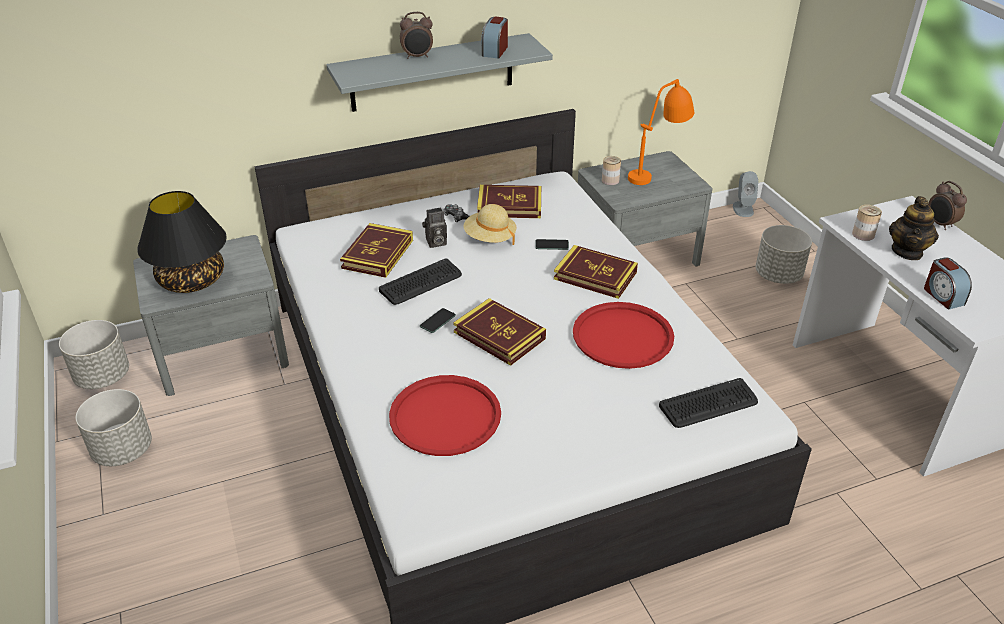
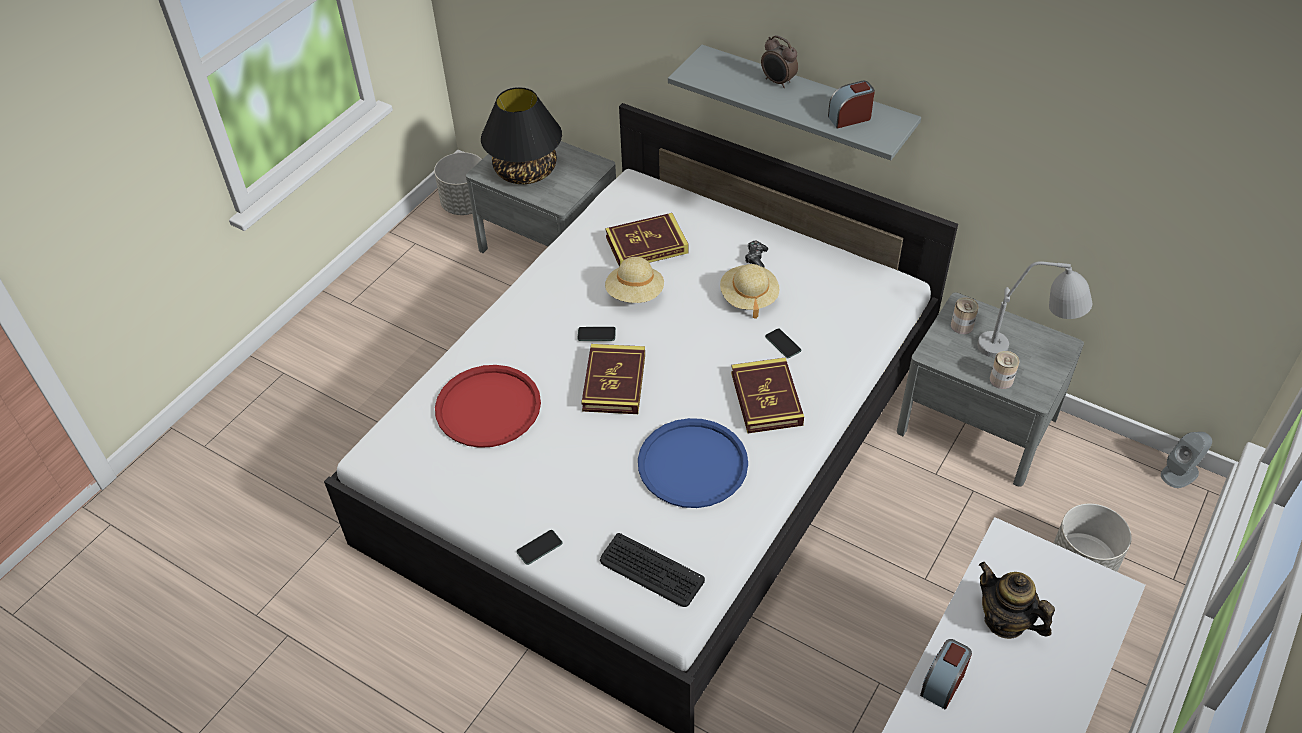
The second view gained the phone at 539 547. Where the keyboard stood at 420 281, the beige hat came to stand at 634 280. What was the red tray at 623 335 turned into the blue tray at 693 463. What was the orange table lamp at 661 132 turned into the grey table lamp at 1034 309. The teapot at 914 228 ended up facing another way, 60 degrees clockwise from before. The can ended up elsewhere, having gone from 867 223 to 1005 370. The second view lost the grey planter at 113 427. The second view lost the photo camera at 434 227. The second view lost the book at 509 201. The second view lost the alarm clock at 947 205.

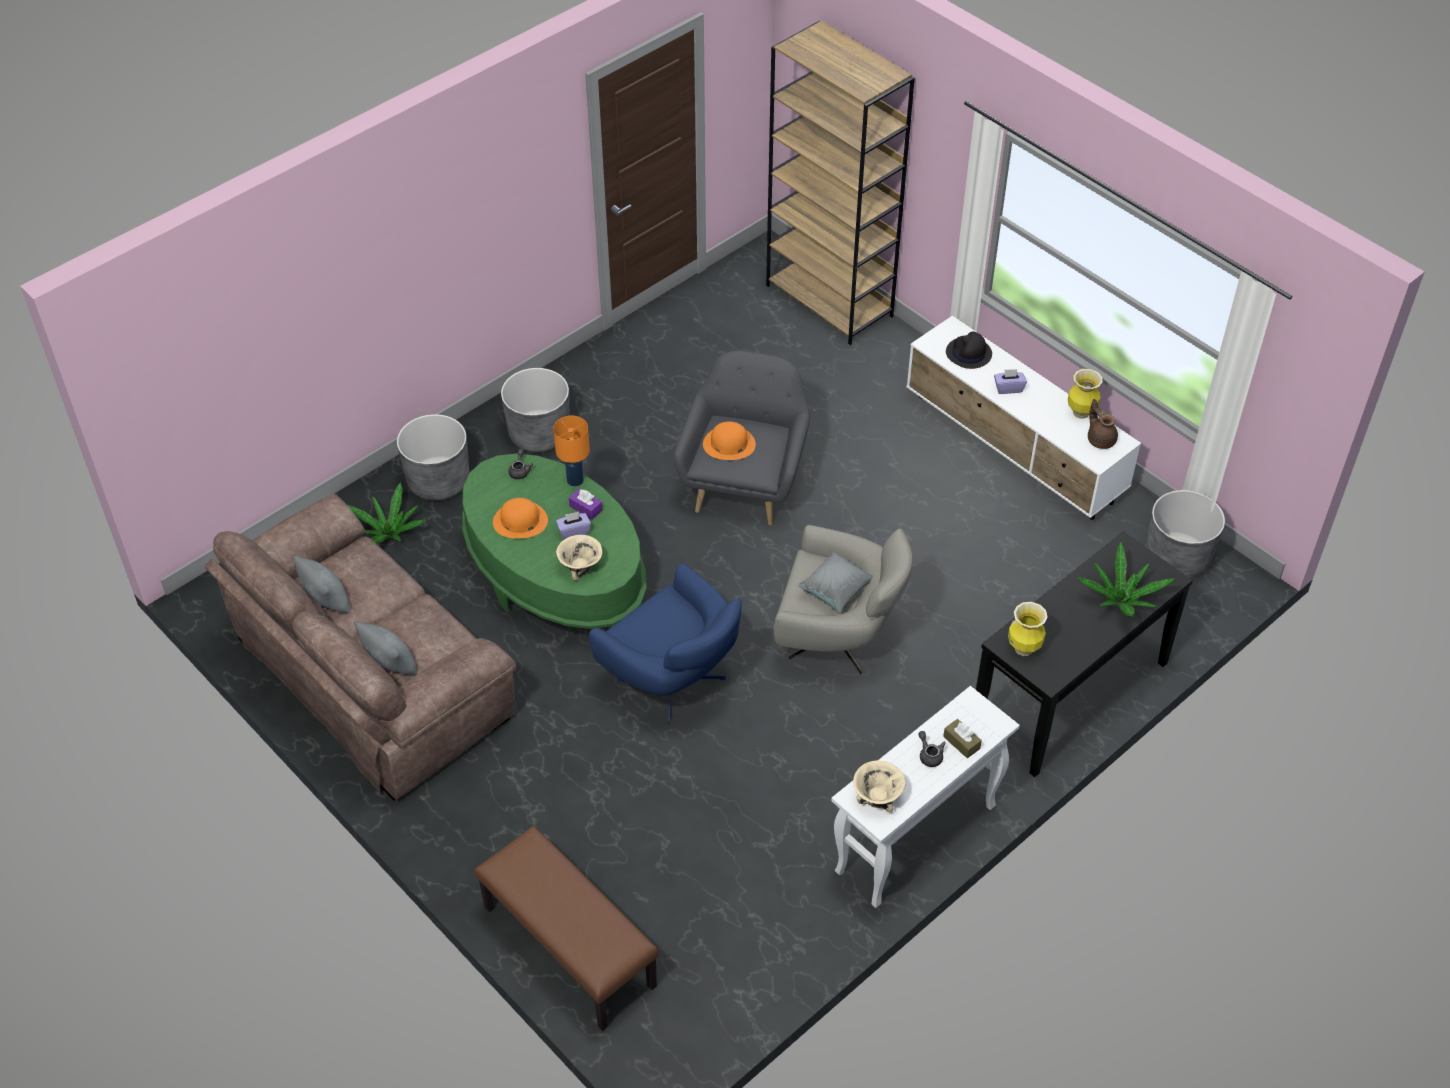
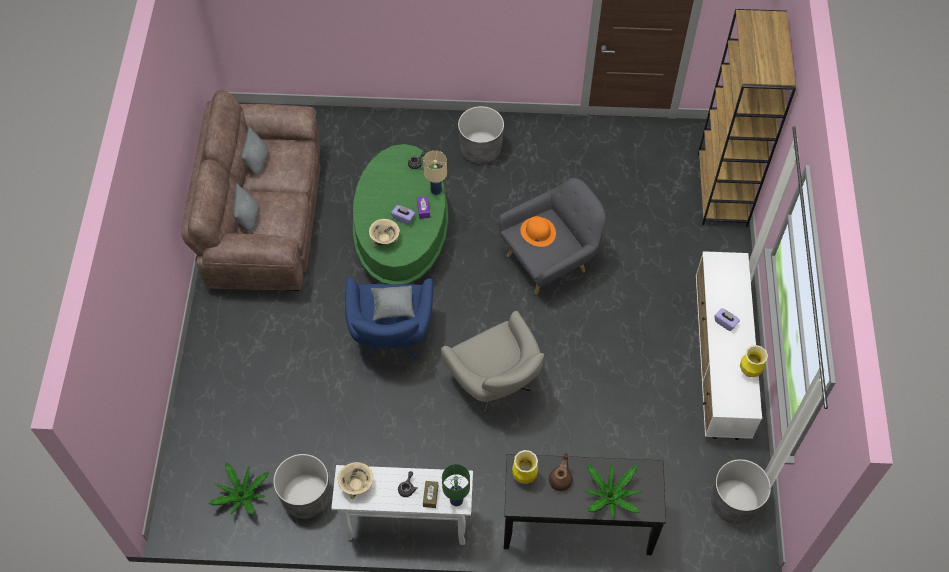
The potted plant ended up elsewhere, having gone from 387 513 to 238 487. The grey planter ended up elsewhere, having gone from 433 457 to 301 486. The grey pillow ended up elsewhere, having gone from 835 583 to 393 303. What was the orange table lamp at 571 451 turned into the beige table lamp at 435 173. The second view gained the green table lamp at 456 485. The brown teapot ended up elsewhere, having gone from 1103 424 to 561 472. The second view lost the brown bench at 566 928. The second view lost the orange hat at 520 518. The second view lost the black hat at 969 350.

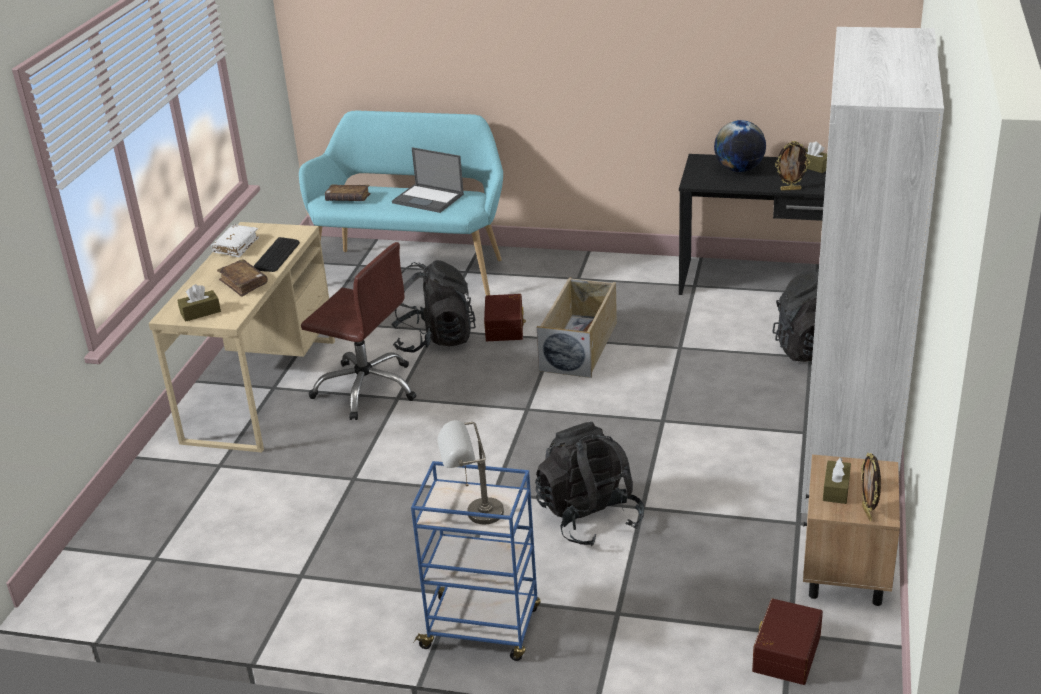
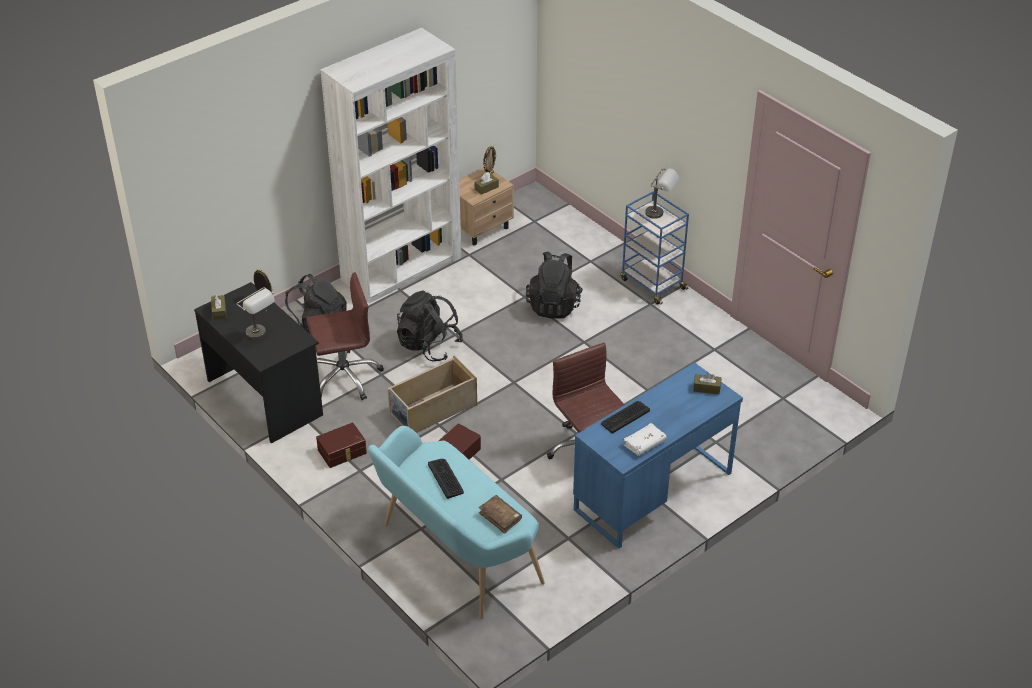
Where the globe stood at 740 146, the grey table lamp came to stand at 256 313. The second view gained the brown office chair at 345 336. The brown storage box ended up elsewhere, having gone from 787 642 to 341 445. The black backpack ended up elsewhere, having gone from 433 306 to 430 325. Where the laptop stood at 428 180, the keyboard came to stand at 446 479. What was the beige desk at 242 337 turned into the blue desk at 658 455. The second view lost the brown book at 242 278.

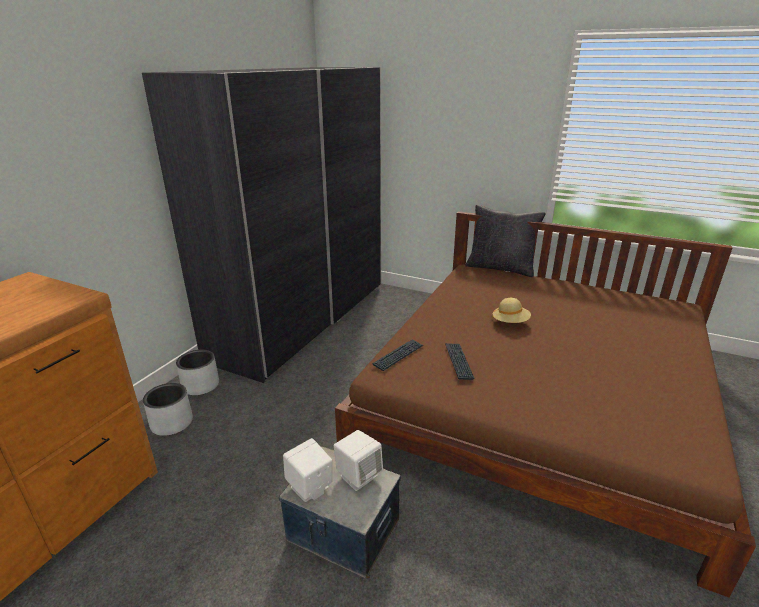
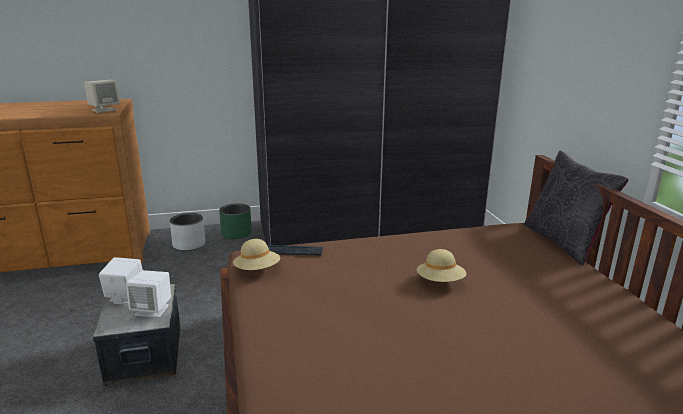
The second view gained the beige speaker at 102 96. What was the grey planter at 197 372 turned into the green planter at 235 221. The second view gained the beige hat at 256 254. The second view lost the keyboard at 459 361.

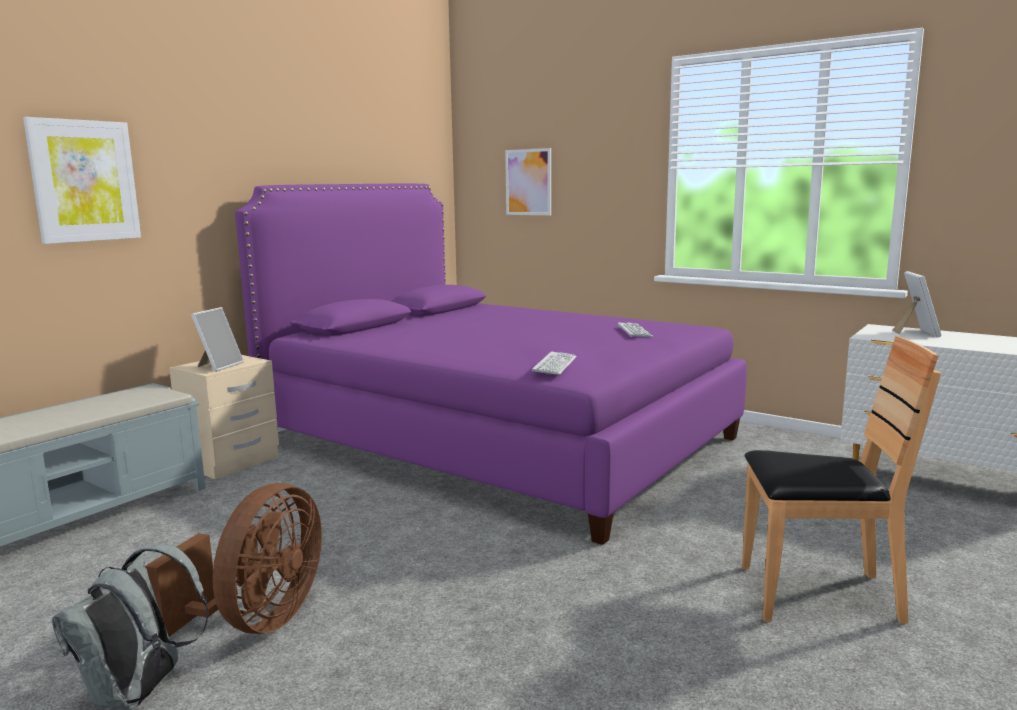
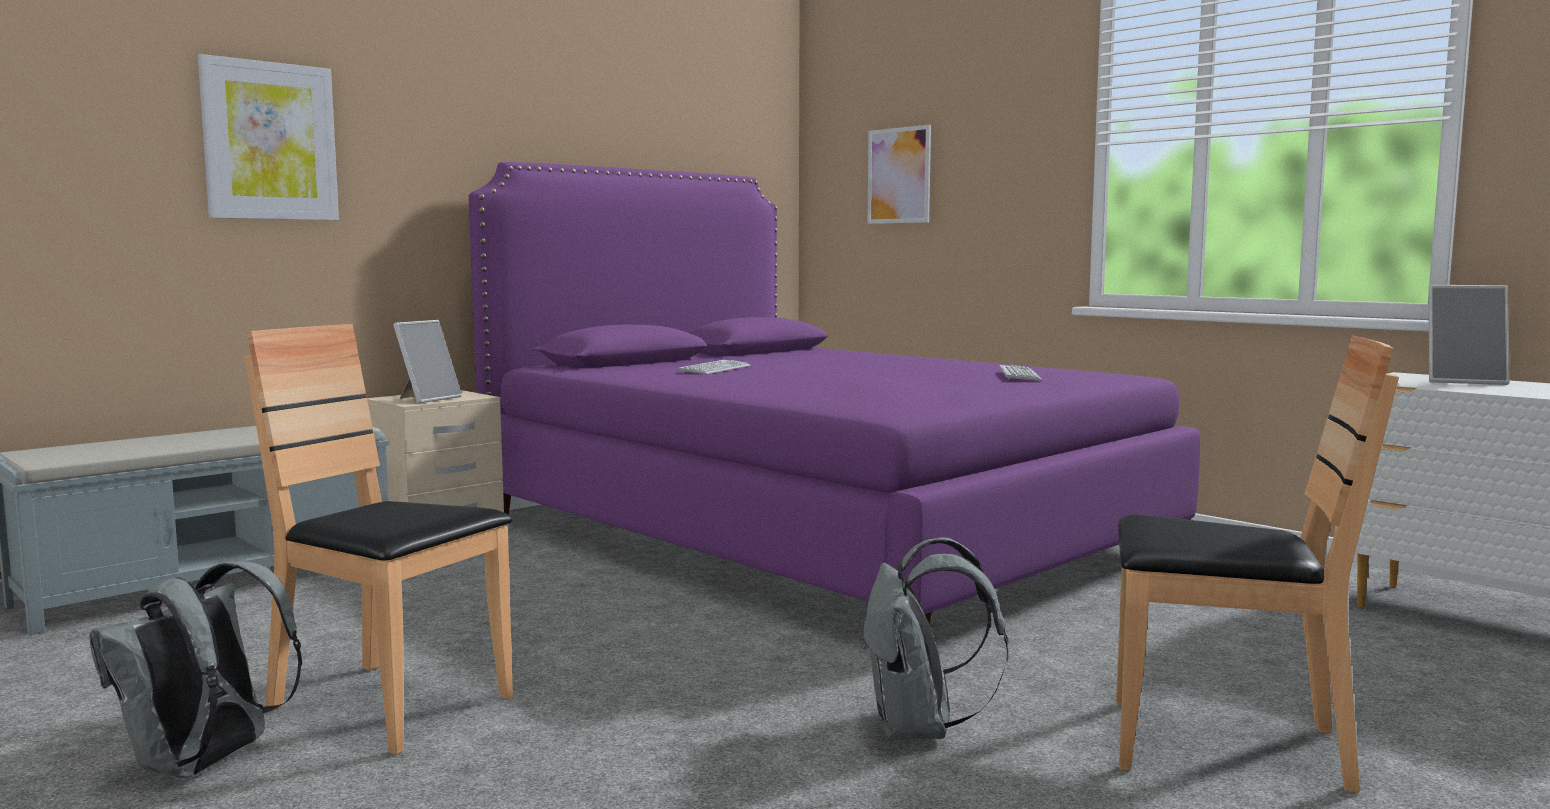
Where the brown fan stood at 233 560, the brown chair came to stand at 379 539. The keyboard ended up elsewhere, having gone from 554 363 to 714 367. The second view gained the grey backpack at 935 638. The picture frame at 916 304 ended up facing another way, 90 degrees clockwise from before.

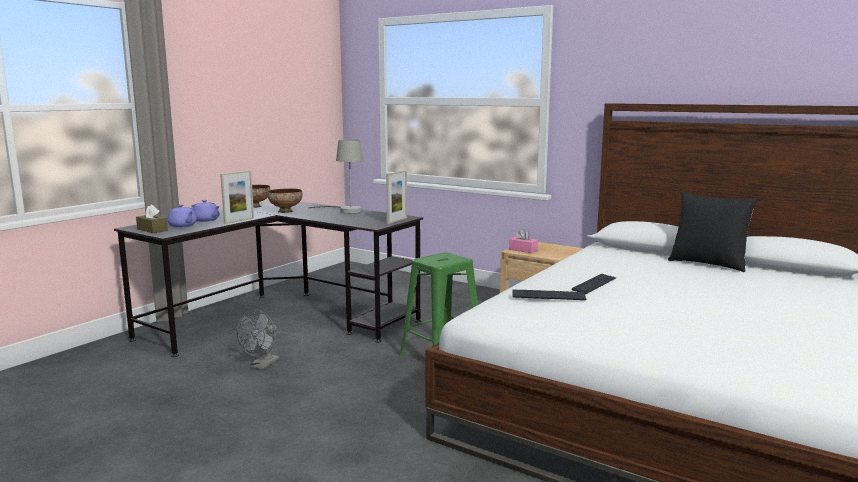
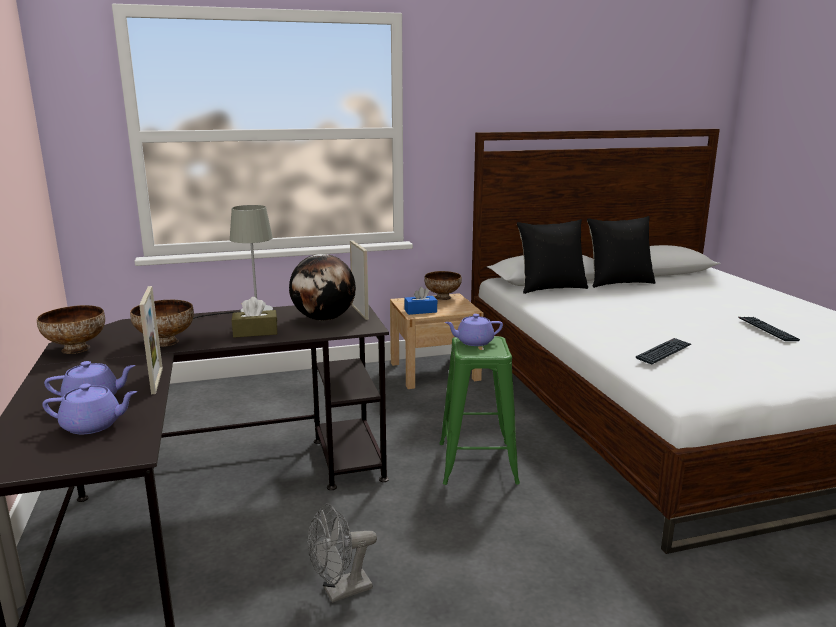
The brown tissue box ended up elsewhere, having gone from 152 219 to 255 317. The second view gained the globe at 322 287. The grey fan at 258 340 ended up facing another way, 90 degrees clockwise from before. What was the pink tissue box at 523 241 turned into the blue tissue box at 420 301. The second view gained the bowl at 443 285. The second view gained the purple teapot at 474 330. The second view gained the black pillow at 552 256. The keyboard ended up elsewhere, having gone from 594 284 to 769 329.

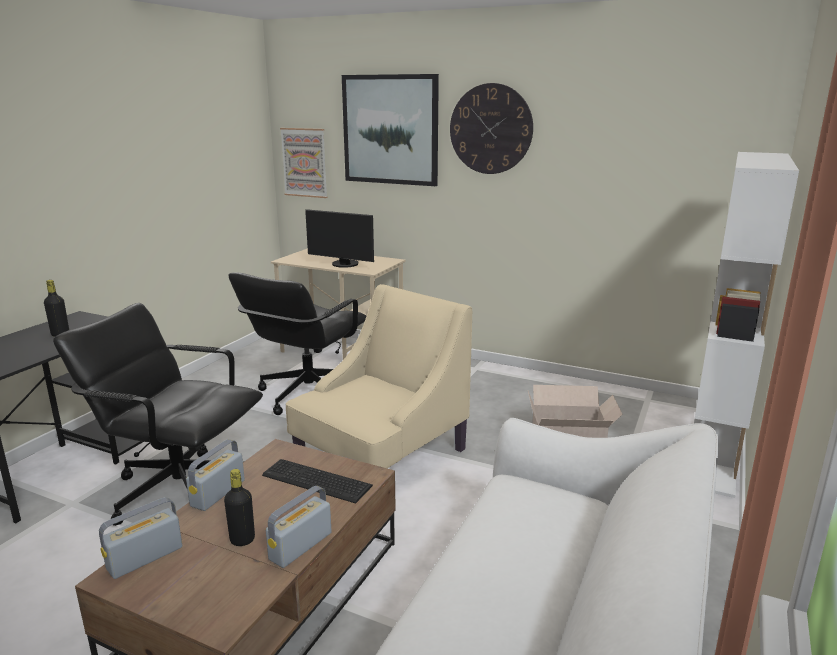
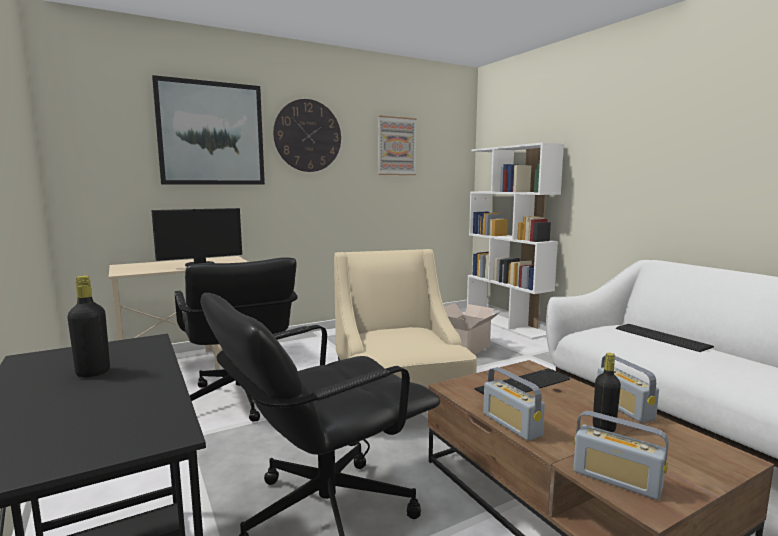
The picture ended up elsewhere, having gone from 304 163 to 397 145. The radio at 140 538 ended up facing another way, 45 degrees counterclockwise from before. The second view gained the keyboard at 665 338.

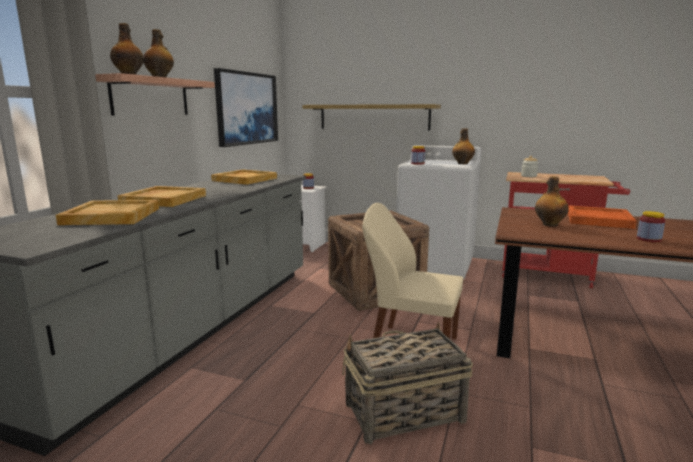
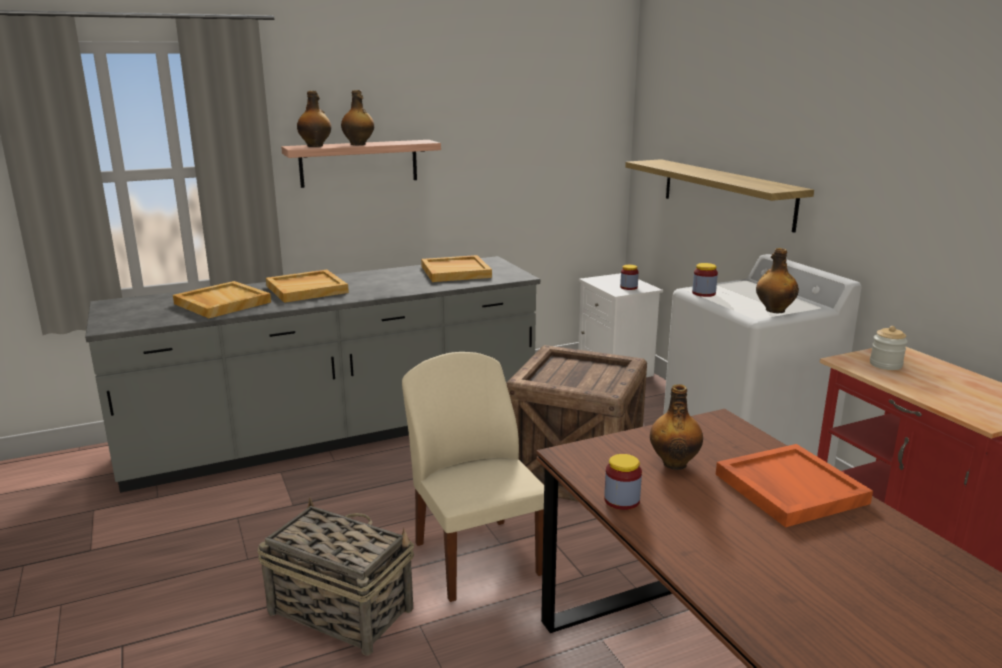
The jar ended up elsewhere, having gone from 651 226 to 623 482. The second view lost the picture at 246 107.

